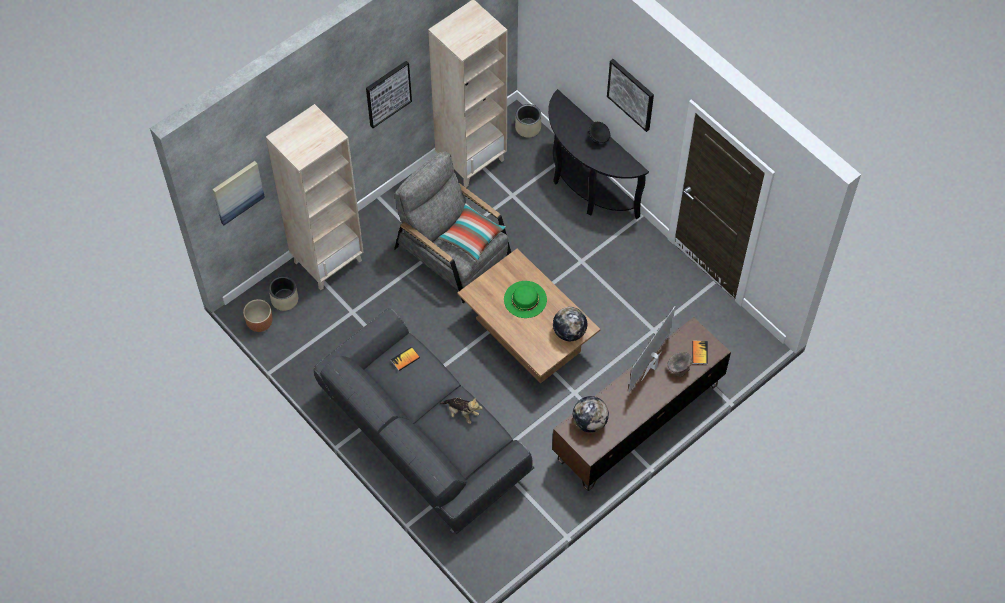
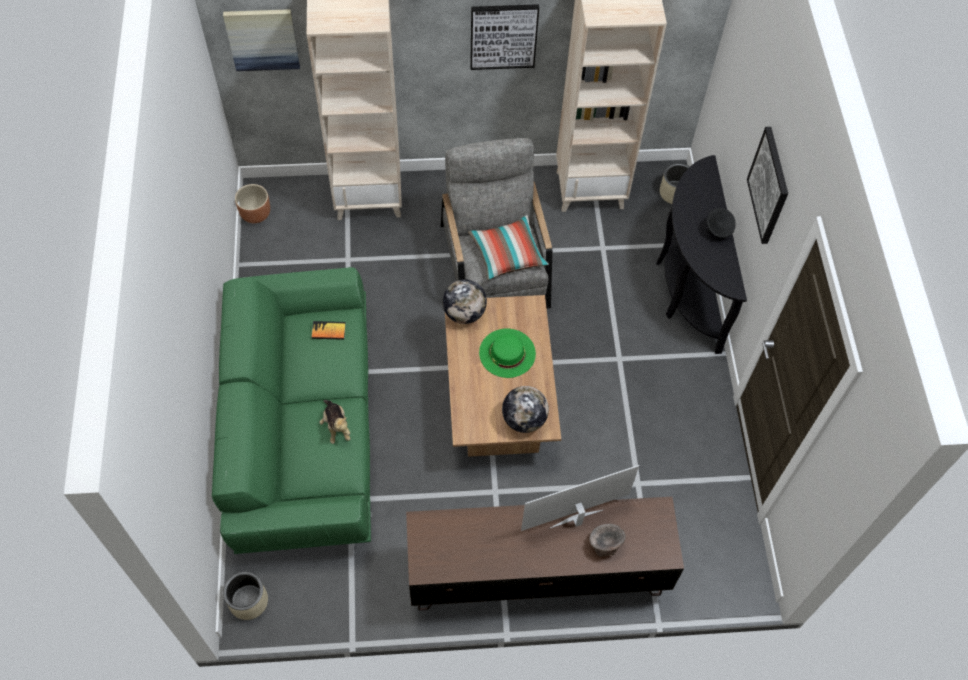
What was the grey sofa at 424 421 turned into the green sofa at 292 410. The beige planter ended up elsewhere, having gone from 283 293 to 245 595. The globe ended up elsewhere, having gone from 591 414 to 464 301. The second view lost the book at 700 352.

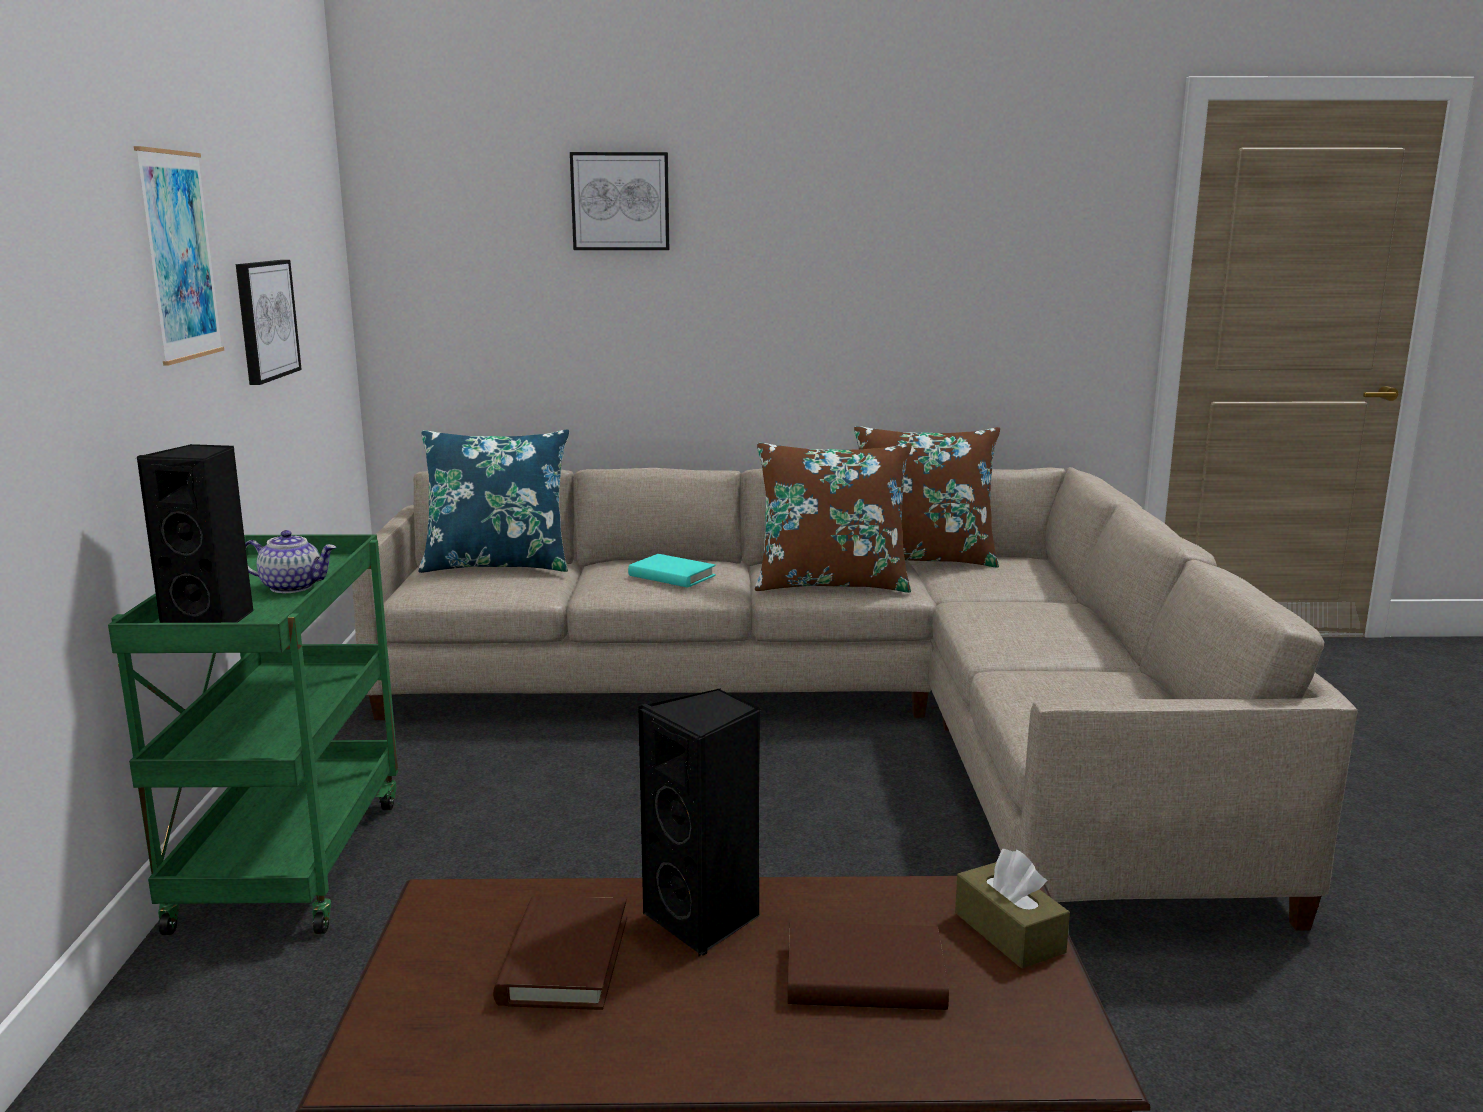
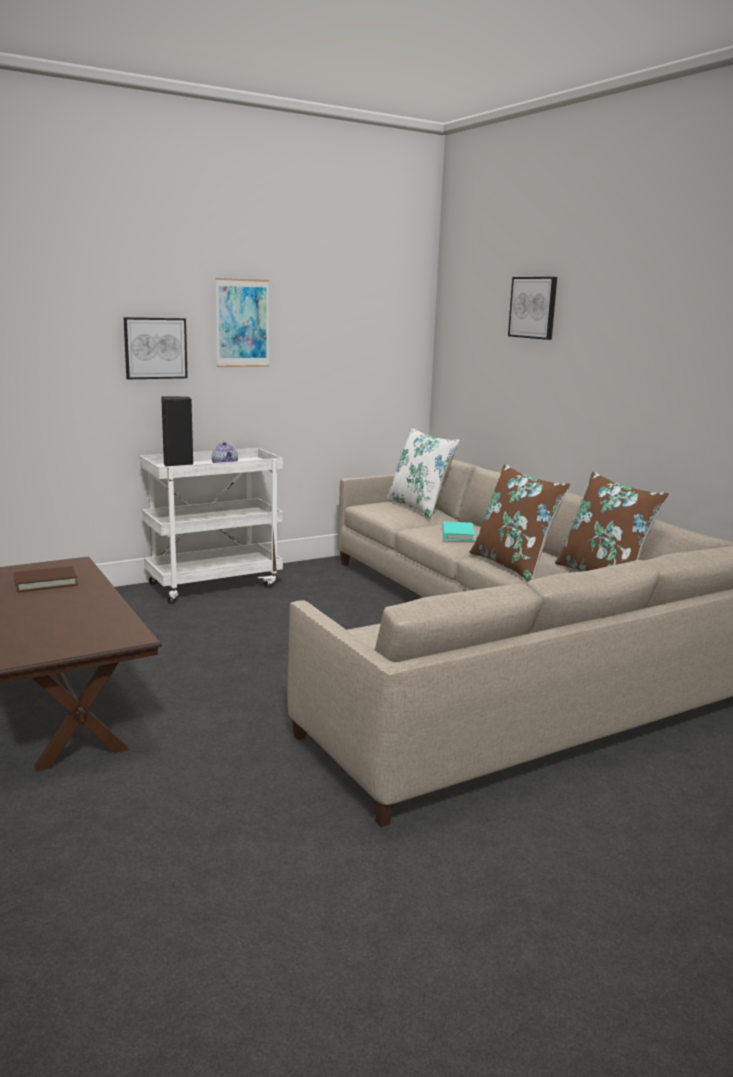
The picture ended up elsewhere, having gone from 269 322 to 155 348. What was the green cart at 253 734 turned into the white cart at 211 526. What was the blue pillow at 493 501 turned into the white pillow at 423 472. The second view lost the black speaker at 699 822. The second view lost the brown book at 868 966. The second view lost the brown tissue box at 1012 909.

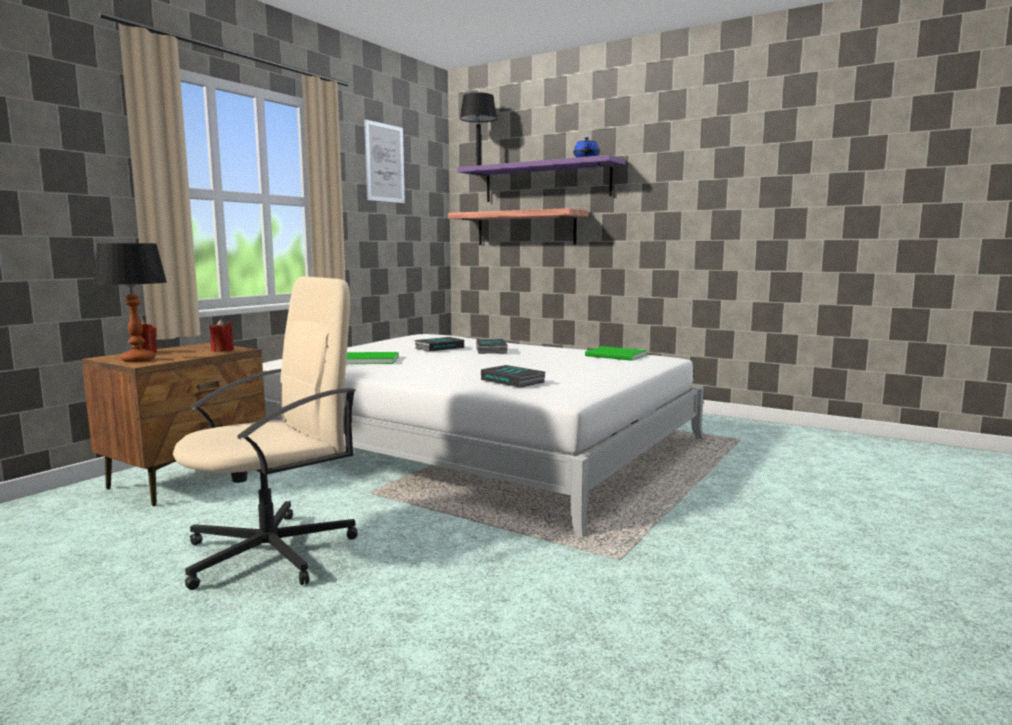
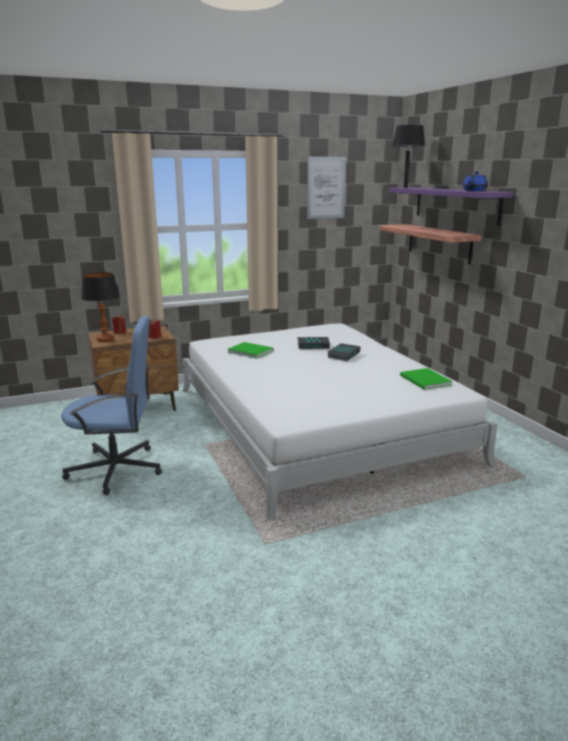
What was the beige office chair at 265 433 turned into the blue office chair at 111 405. The second view lost the book at 513 376.

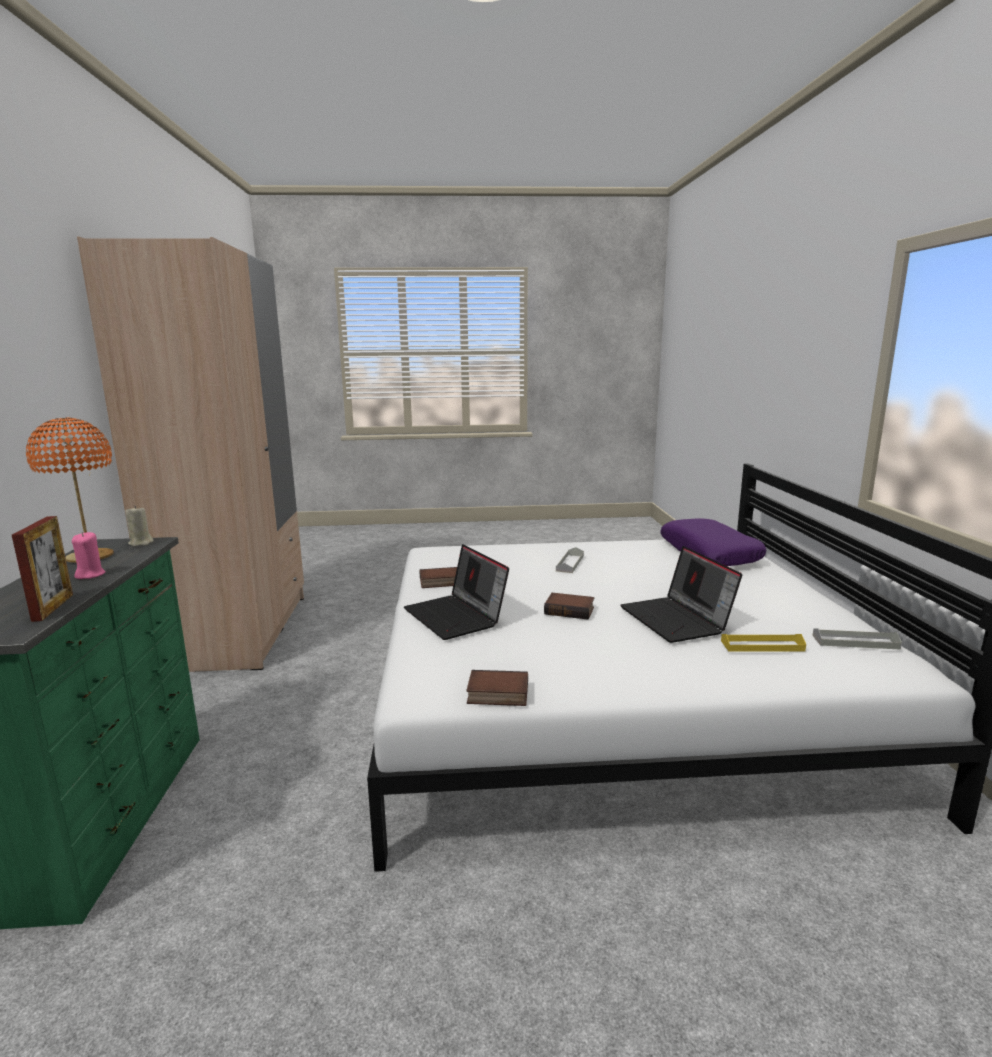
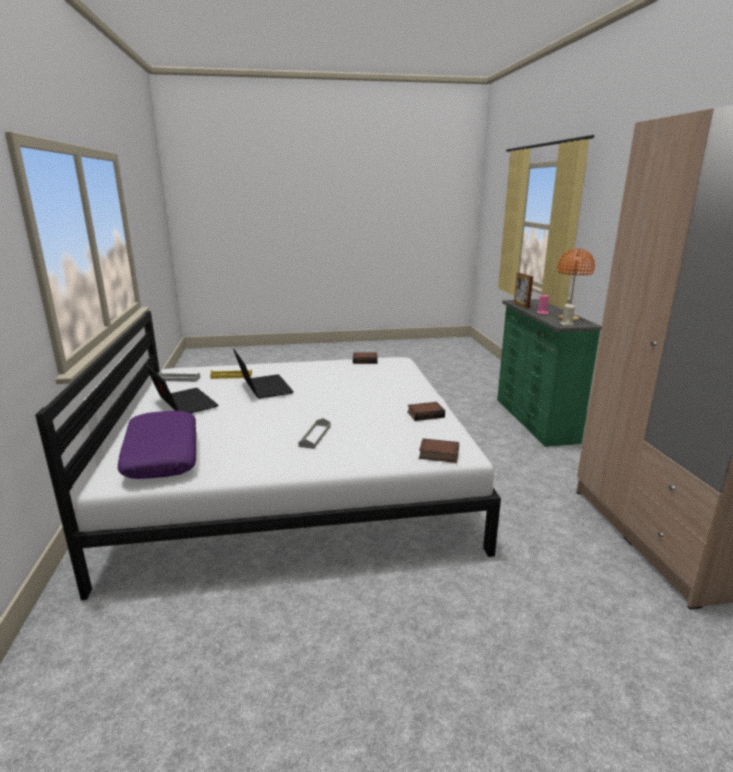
The laptop ended up elsewhere, having gone from 456 592 to 181 388. The book ended up elsewhere, having gone from 569 606 to 439 450.

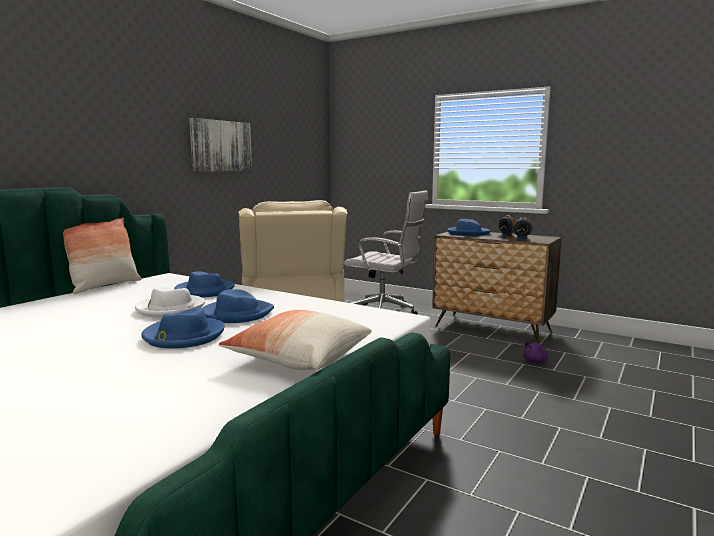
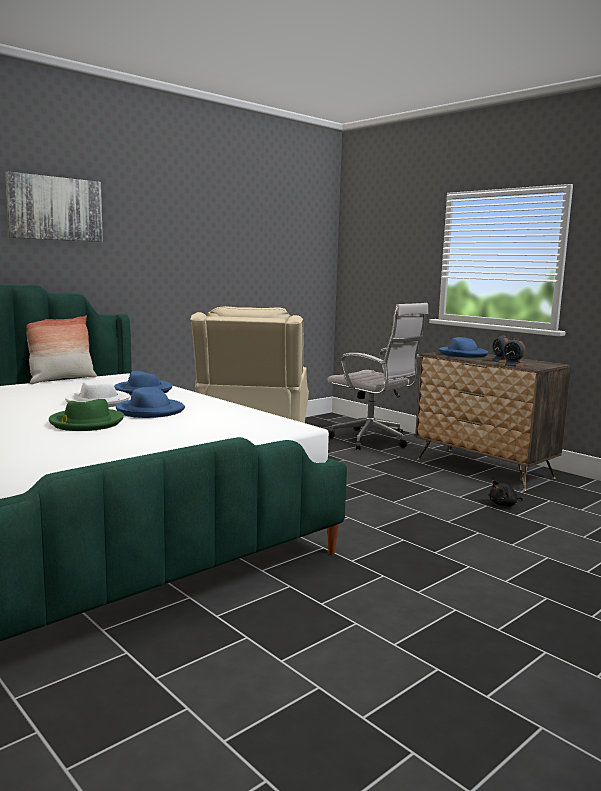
The picture ended up elsewhere, having gone from 220 145 to 54 207. What was the blue hat at 183 328 turned into the green hat at 86 415. What was the purple plush toy at 535 352 turned into the black plush toy at 506 493. The second view lost the pillow at 295 340.

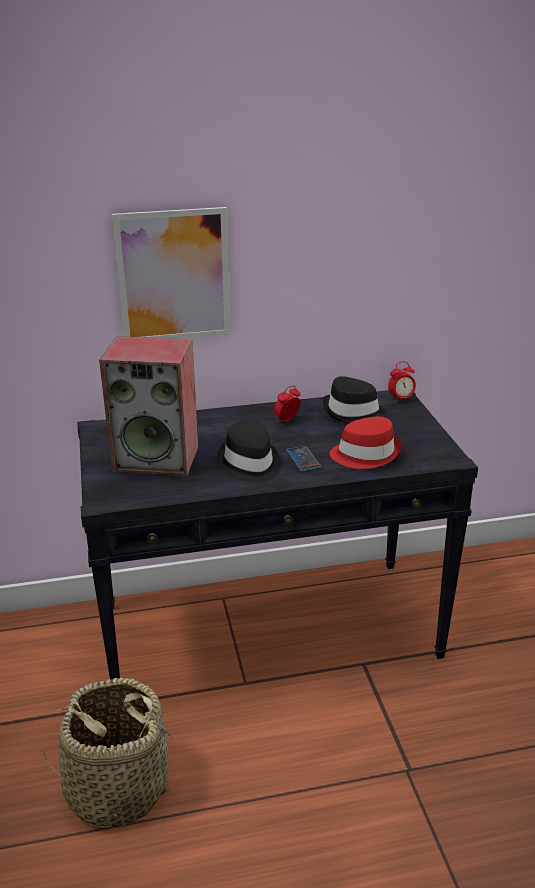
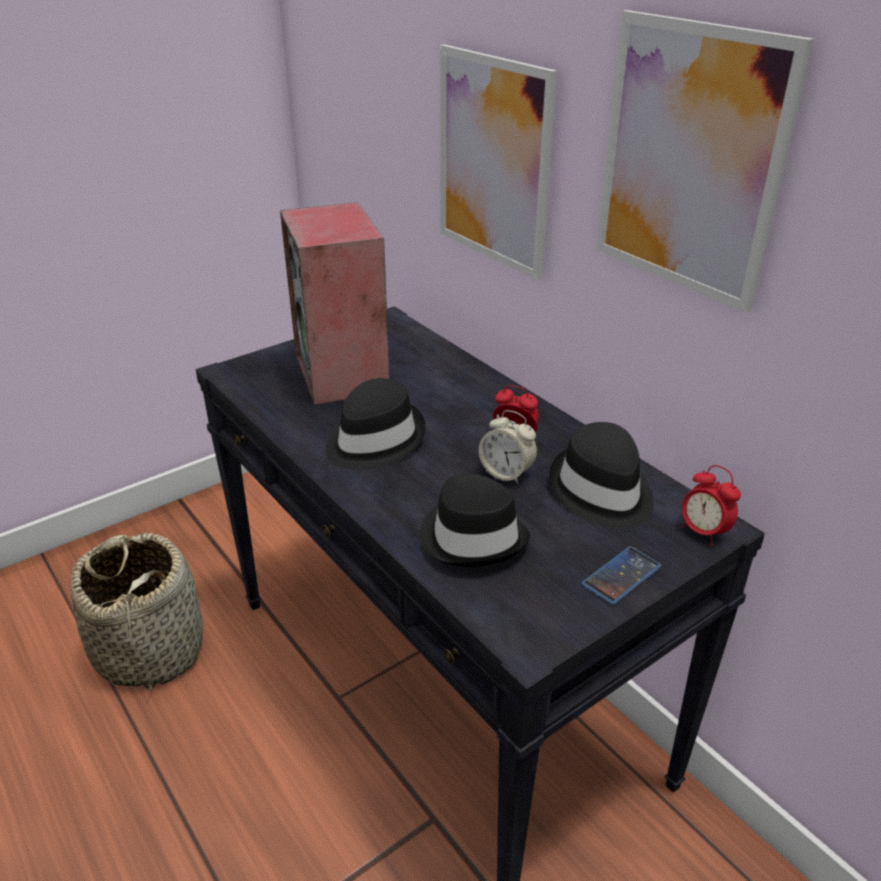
What was the red hat at 366 442 turned into the black hat at 475 520. The second view gained the alarm clock at 508 447. The phone ended up elsewhere, having gone from 304 459 to 621 575. The second view gained the picture at 705 161.

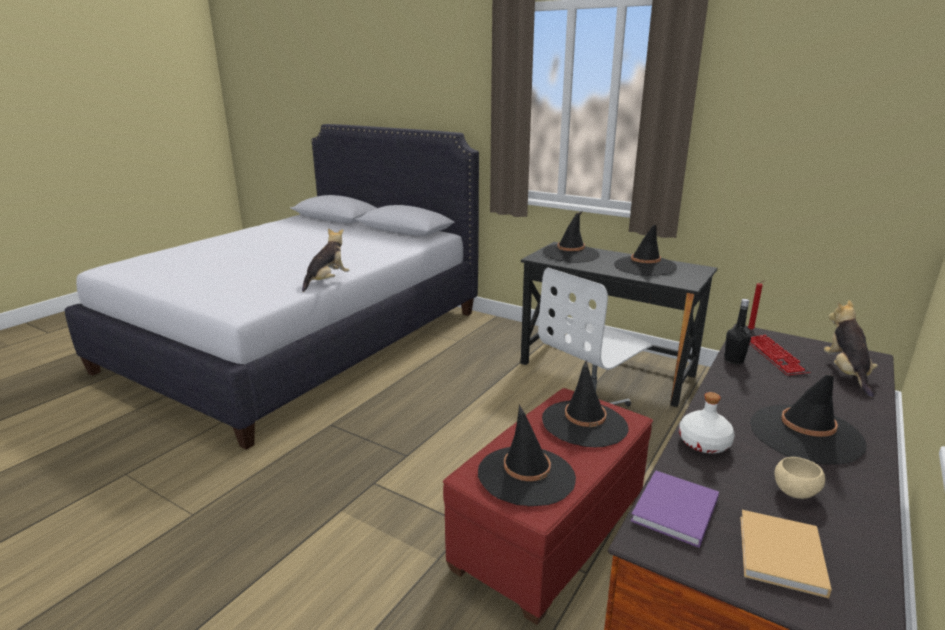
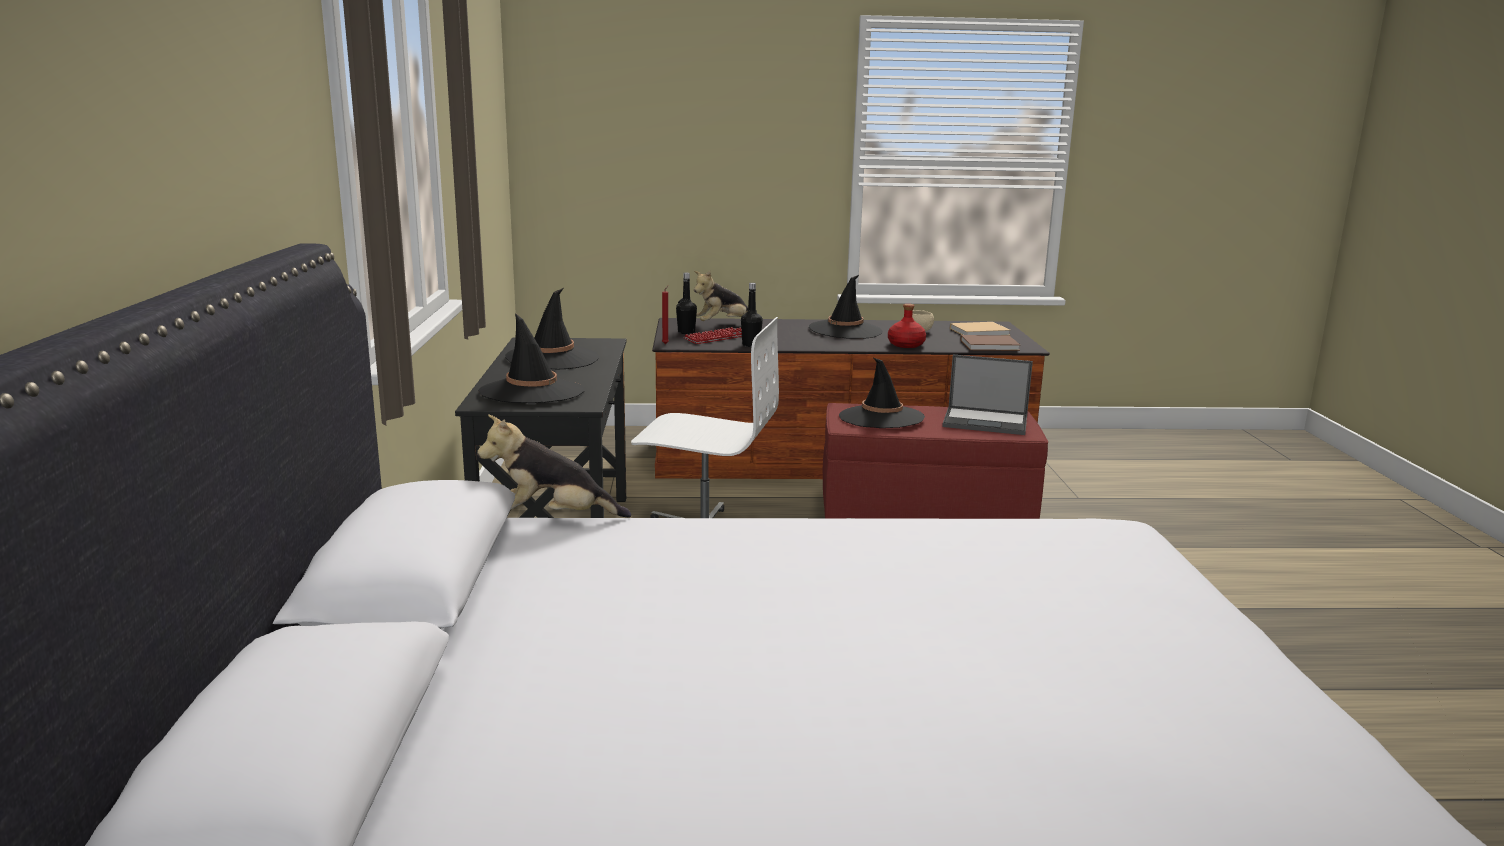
The plush toy ended up elsewhere, having gone from 325 260 to 554 466. The second view gained the black bottle at 686 303. What was the white bottle at 707 422 turned into the red bottle at 907 326. Where the black hat stood at 527 455, the laptop came to stand at 987 395. What was the purple book at 675 509 turned into the brown book at 990 343.

